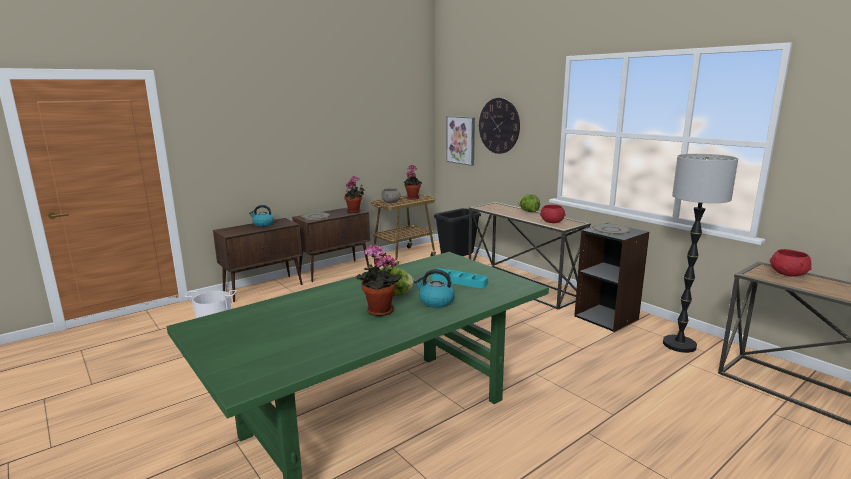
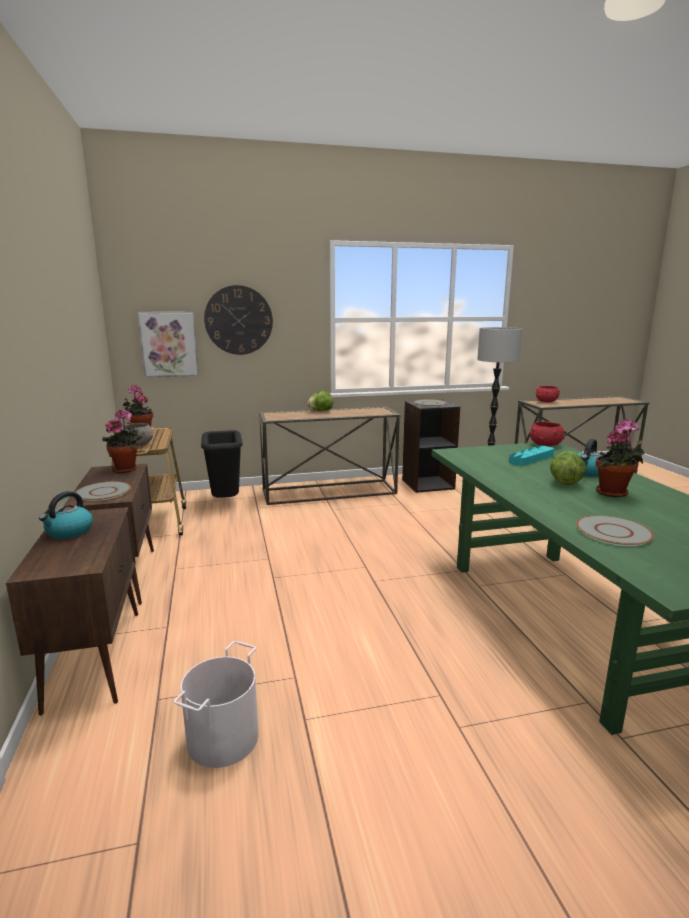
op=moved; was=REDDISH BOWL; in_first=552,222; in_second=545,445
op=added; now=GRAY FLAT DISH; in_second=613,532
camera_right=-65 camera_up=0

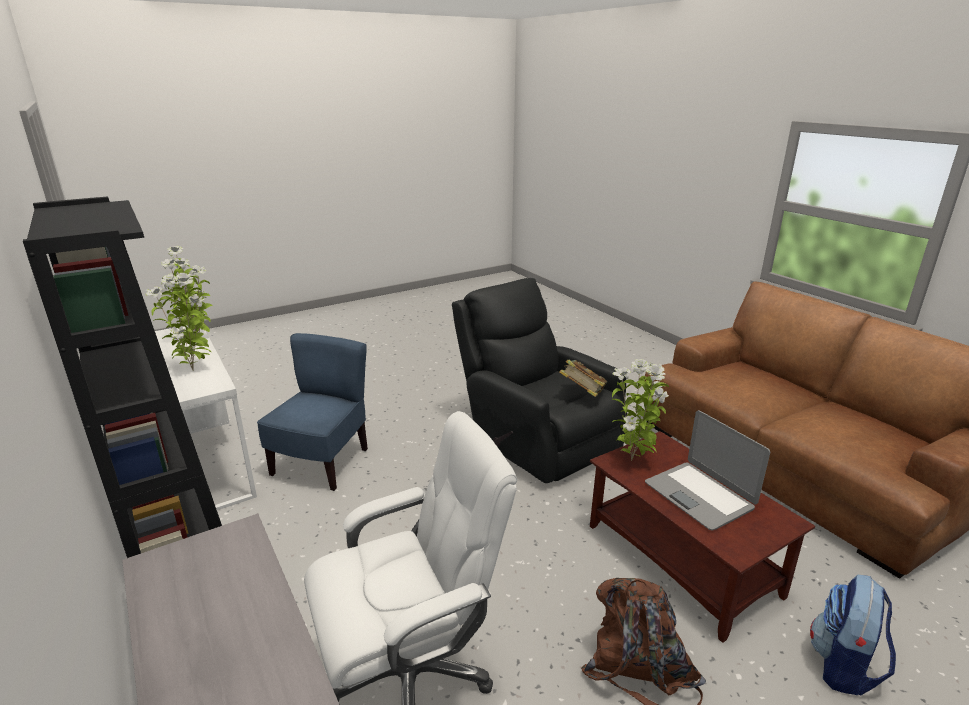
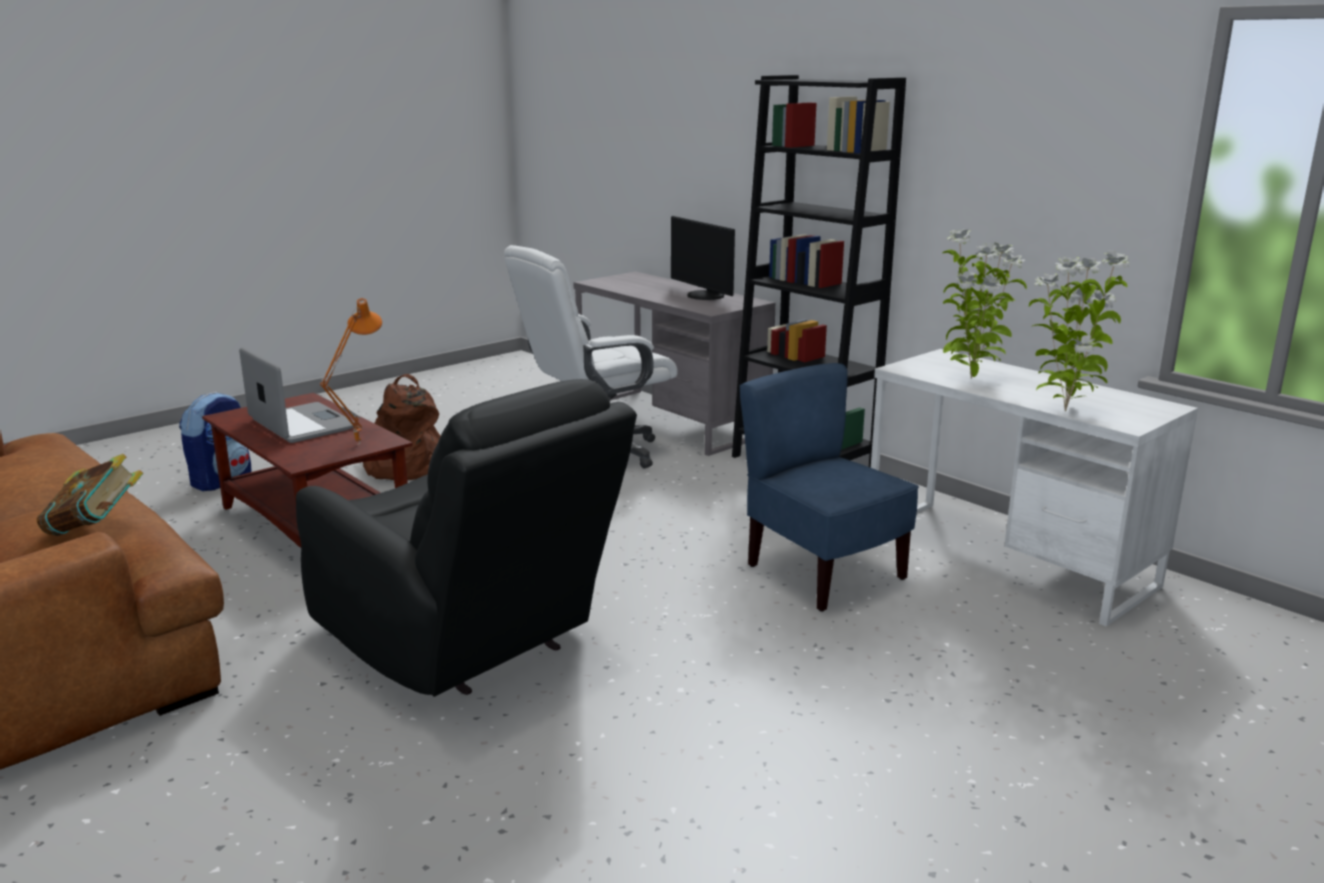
op=moved; was=BOUND BOOK; in_first=582,393; in_second=96,529
op=replaced; was=POTTED PLANT; now=ORANGEY LAMP FOR A TABLE; in_first=633,460; in_second=356,444
op=added; now=COMPUTER SCREEN; in_second=704,296
op=turned; was=BLUE UPRIGHT CHAIR; in_first=322,462; in_second=823,573; clockwise=135
camera_right=170 camera_up=-5

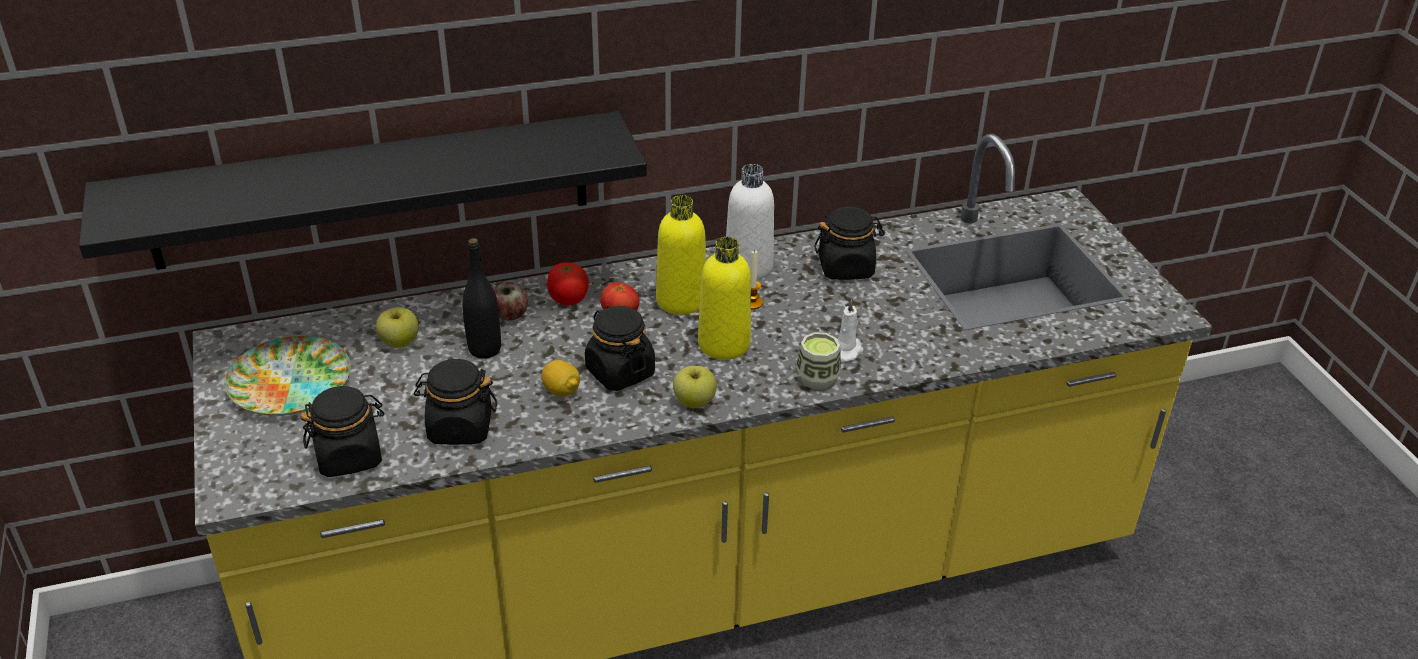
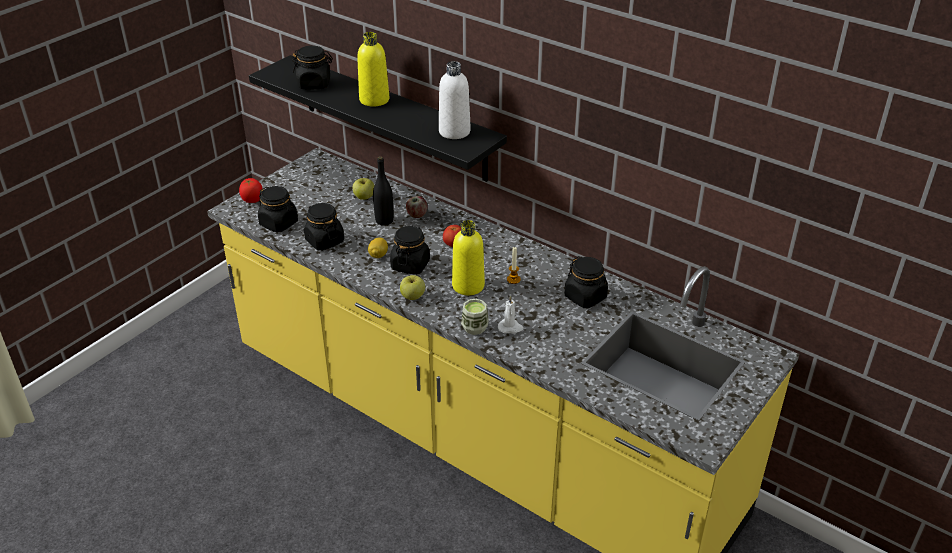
op=moved; was=TOMATO; in_first=568,300; in_second=252,200
op=added; now=BLACKISH JAR; in_second=314,84
op=moved; was=YELLOW-COLOURED DRINK BOTTLE; in_first=681,300; in_second=374,100
op=moved; was=WHITE DRINK BOTTLE; in_first=748,267; in_second=454,132
op=removed; was=FLAT DISH; in_first=291,383
camera_right=55 camera_up=0

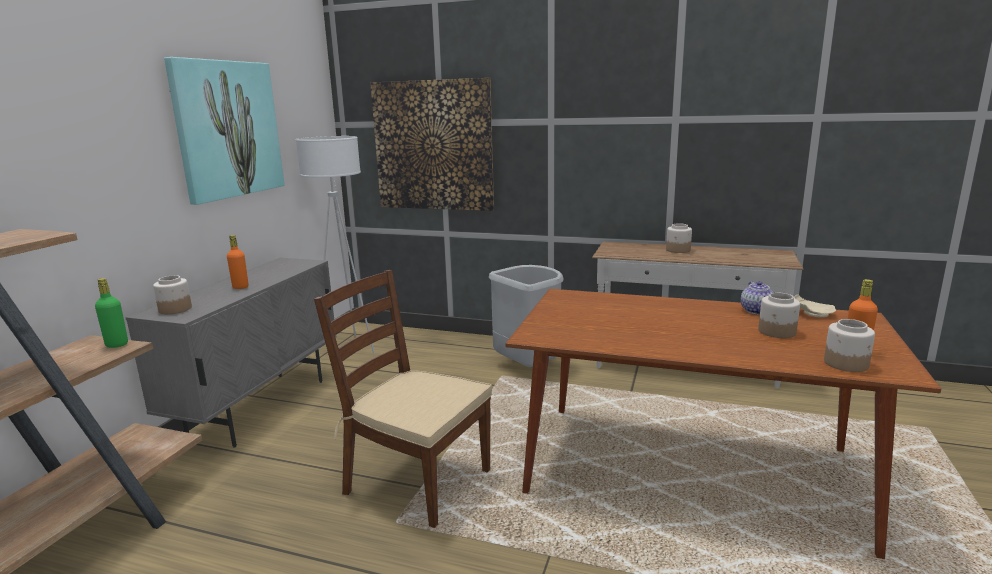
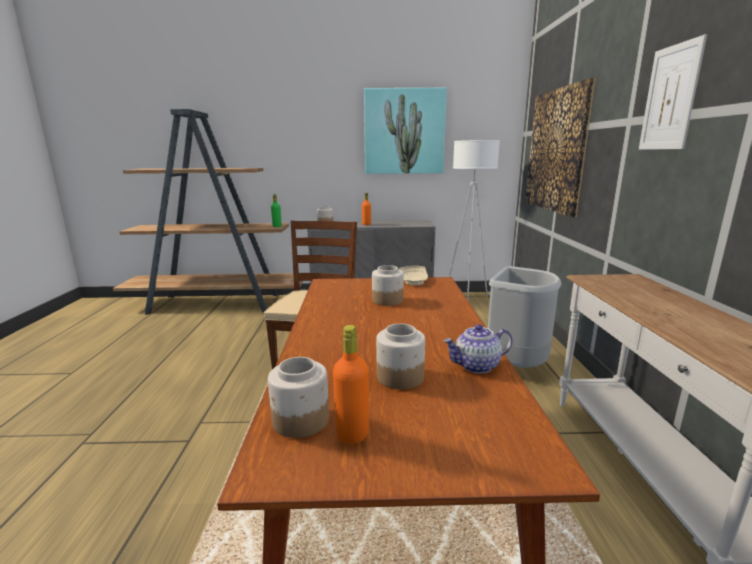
op=moved; was=JAR; in_first=678,250; in_second=387,300
op=moved; was=BEIGE-COLOURED FLAT DISH; in_first=812,313; in_second=414,282
op=added; now=WALL PICTURE; in_second=670,98
camera_right=70 camera_up=0

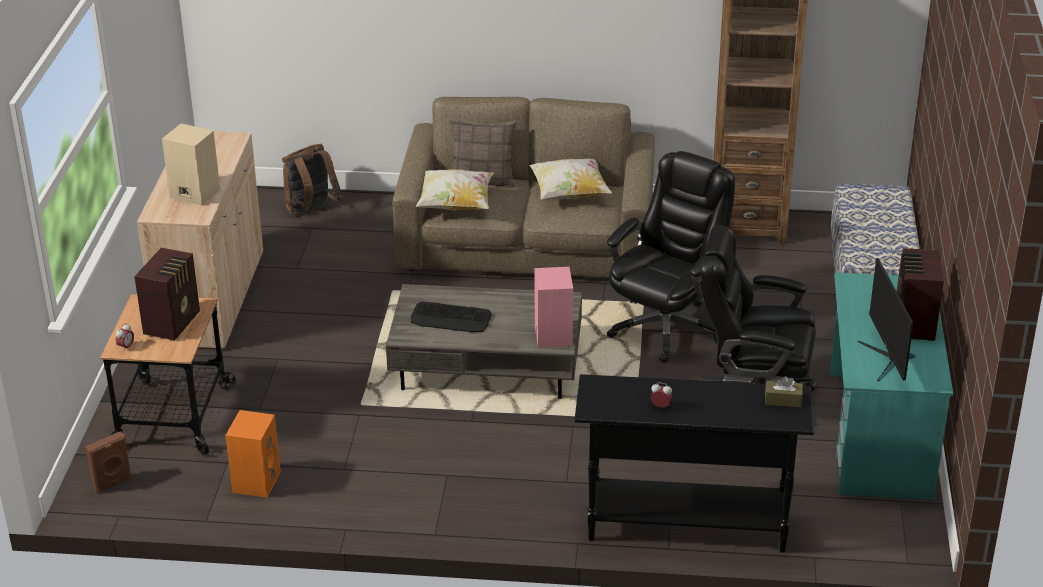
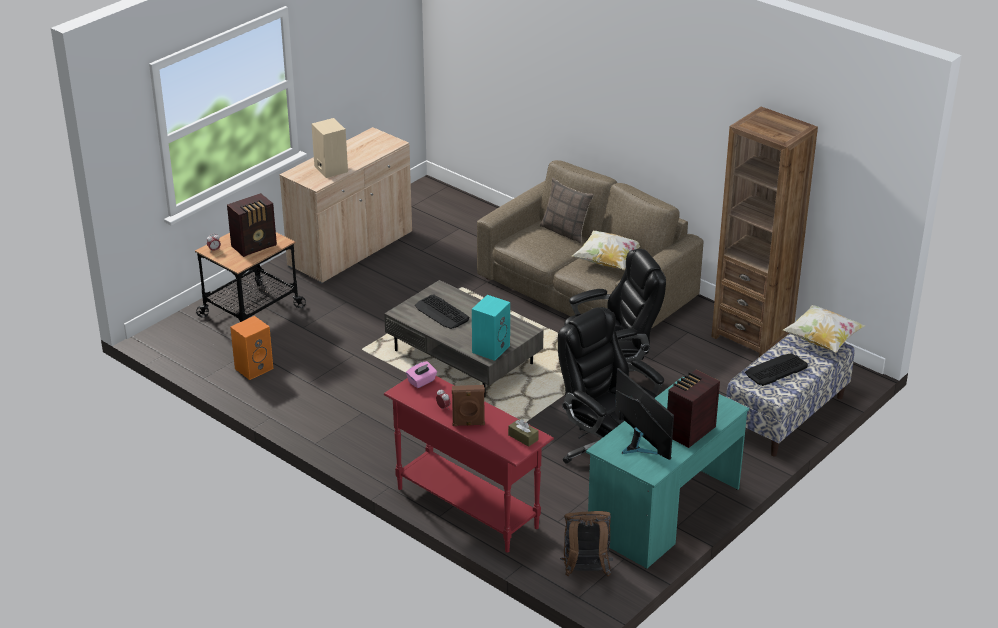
op=recoloured; was=BLACKISH NARROW TABLE; now=REDDISH NARROW TABLE; in_first=686,525; in_second=467,507
op=added; now=PINK-COLOURED TISSUE HOLDER; in_second=422,381
op=moved; was=BROWN LOUDSPEAKER; in_first=113,484; in_second=468,424
op=recoloured; was=PINK-COLOURED LOUDSPEAKER; now=TURQUOISE-COLOURED LOUDSPEAKER; in_first=552,335; in_second=490,348
op=moved; was=BROWN RUCKSACK; in_first=311,212; in_second=585,571
op=turned; was=COMPUTER SCREEN; in_first=888,359; in_second=639,446; clockwise=120
op=added; now=KEYBOARD; in_second=776,370
op=moved; was=CUSHION; in_first=455,205; in_second=822,340
camera_right=35 camera_up=0

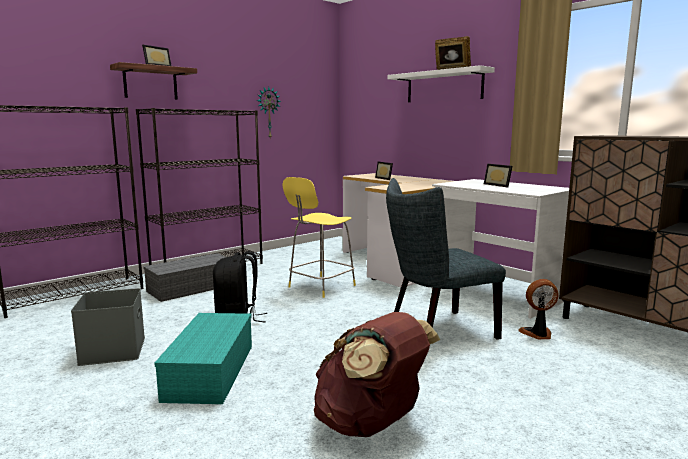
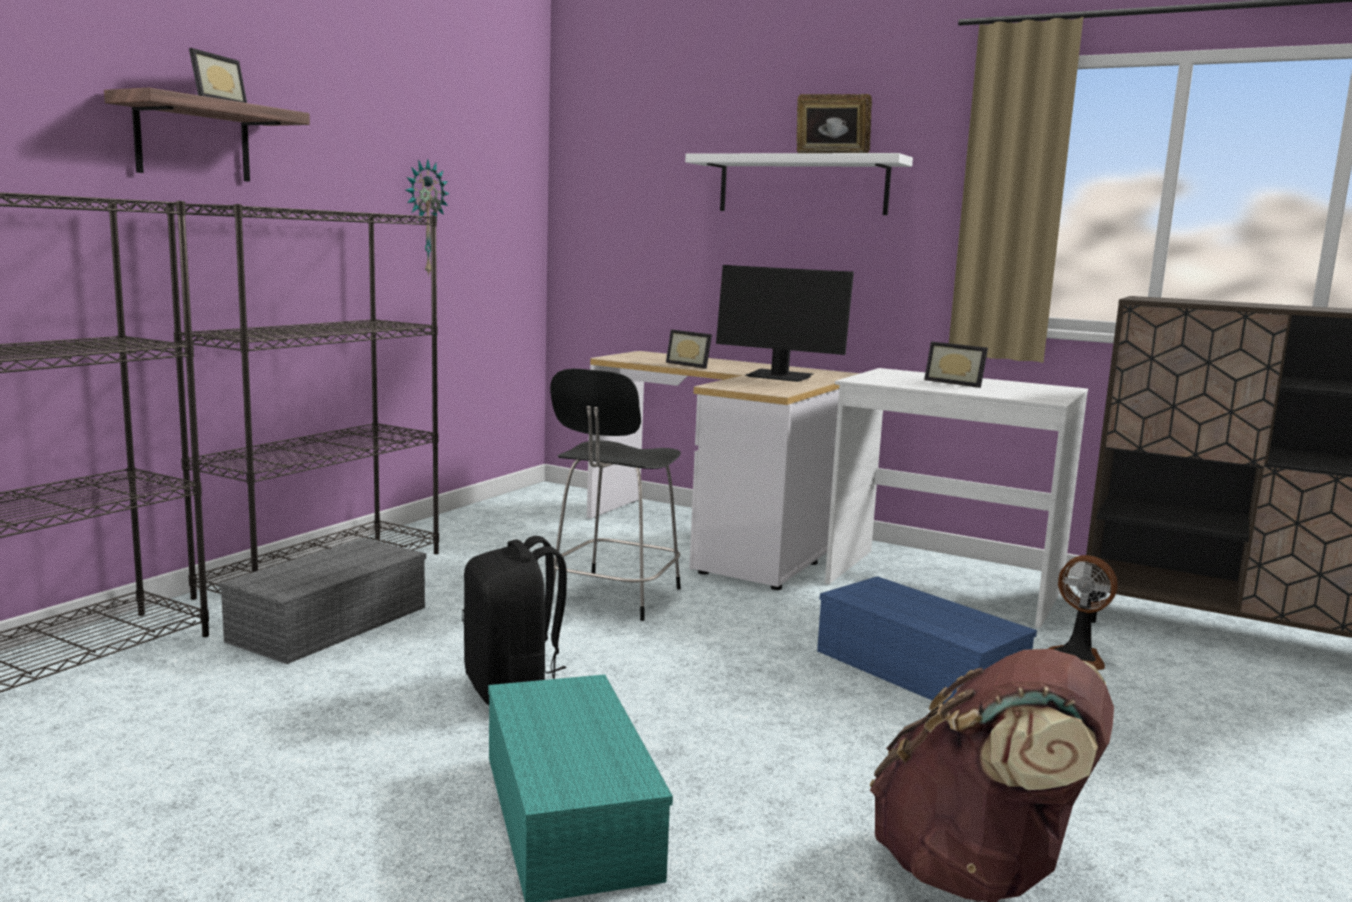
op=recoloured; was=YELLOW-COLOURED SITTING STOOL; now=BLACKISH SITTING STOOL; in_first=320,287; in_second=613,597
op=added; now=COMPUTER SCREEN; in_second=779,377
op=replaced; was=GRAY UPRIGHT CHAIR; now=BLUE STORAGE BIN; in_first=436,331; in_second=914,670
op=turned; was=COOLING FAN; in_first=537,334; in_second=1077,656; clockwise=-120
op=removed; was=GRAY STORAGE BIN; in_first=112,350
camera_right=-20 camera_up=0

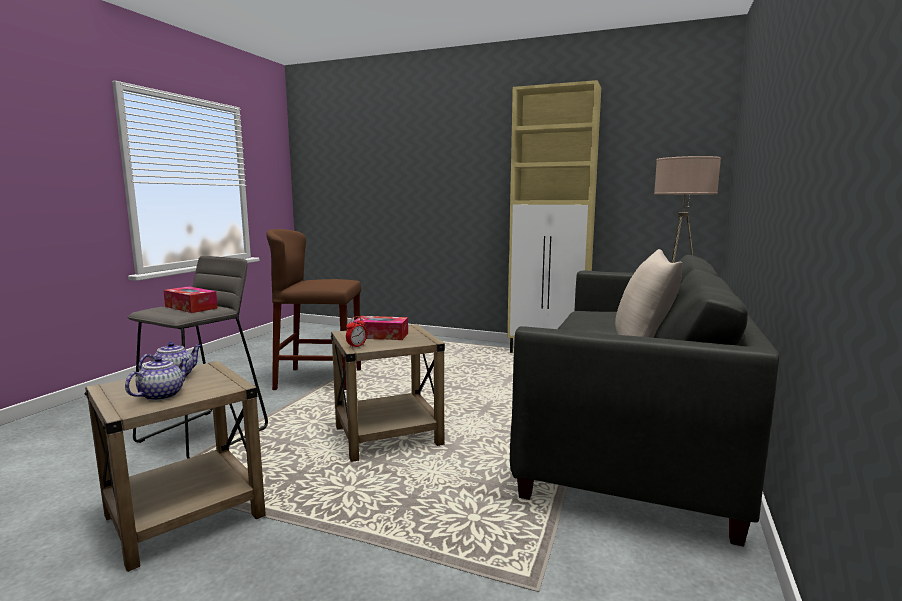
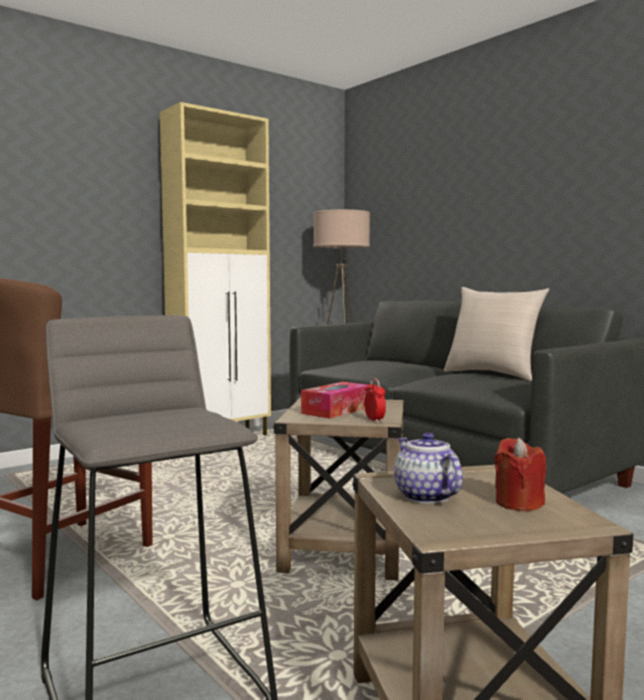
op=replaced; was=POT FOR TEA; now=REDDISH WAX CANDLE; in_first=162,395; in_second=518,503
op=removed; was=TISSUE HOLDER; in_first=191,307
camera_right=-60 camera_up=-5

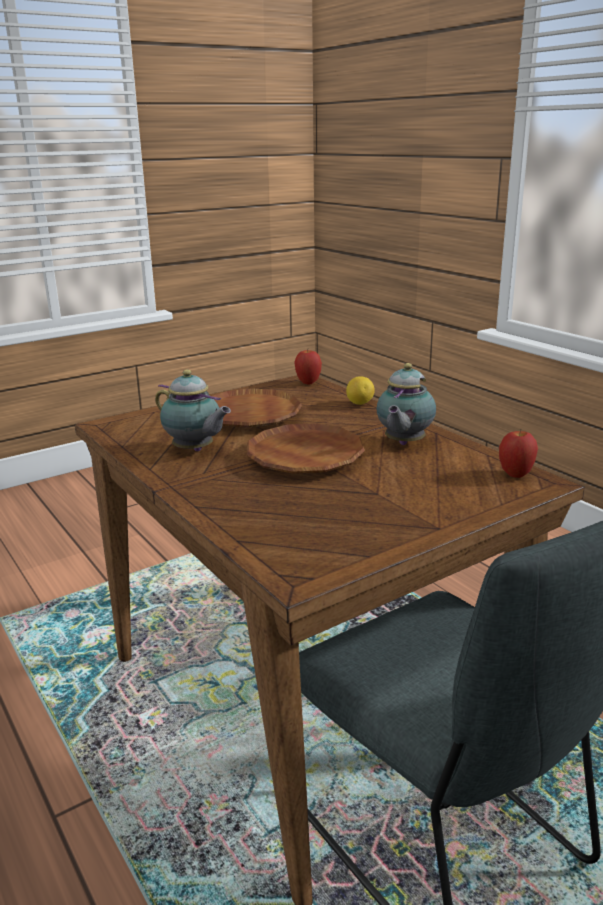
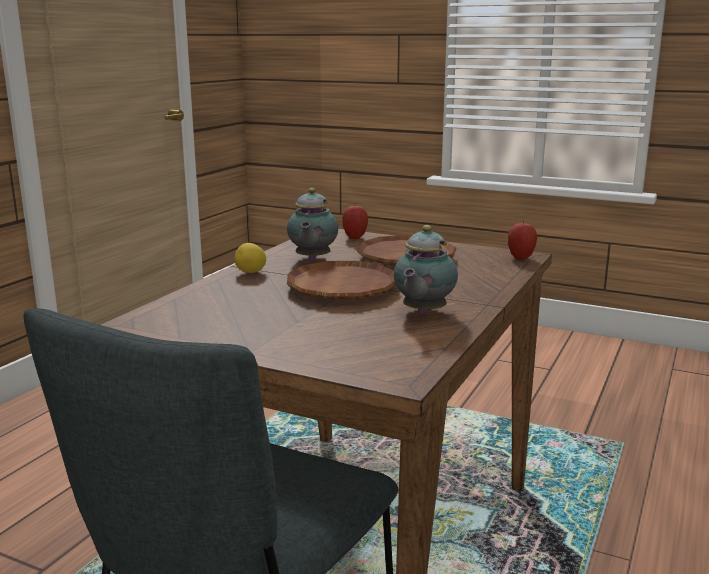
op=moved; was=WHOLE LEMON; in_first=359,404; in_second=251,272
op=moved; was=APPLE FRUIT; in_first=515,474; in_second=355,238
op=turned; was=POT FOR TEA; in_first=403,443; in_second=422,312; clockwise=-60
camera_right=60 camera_up=-5

